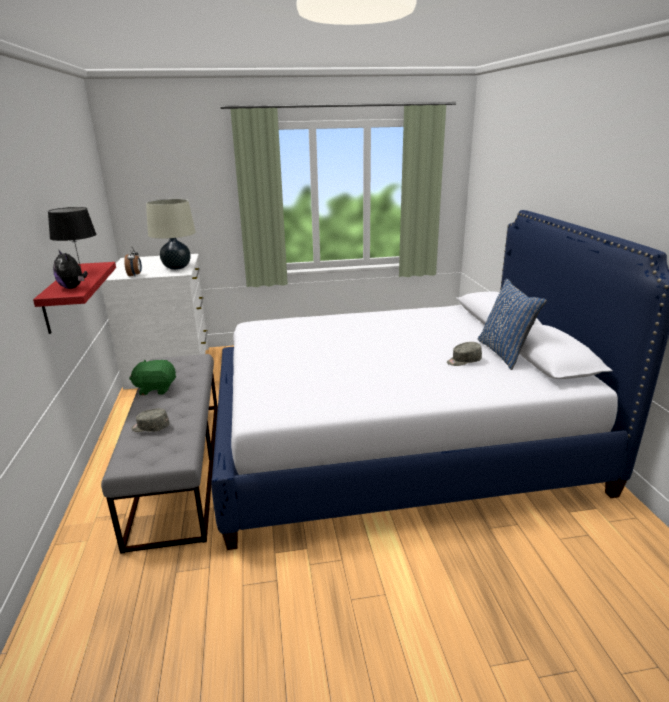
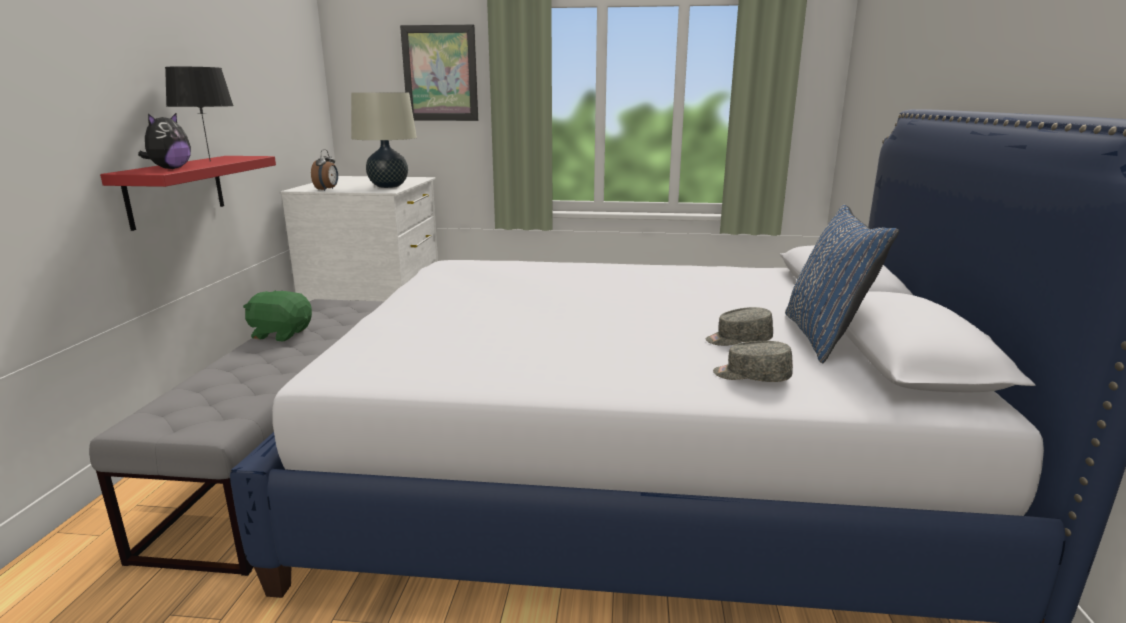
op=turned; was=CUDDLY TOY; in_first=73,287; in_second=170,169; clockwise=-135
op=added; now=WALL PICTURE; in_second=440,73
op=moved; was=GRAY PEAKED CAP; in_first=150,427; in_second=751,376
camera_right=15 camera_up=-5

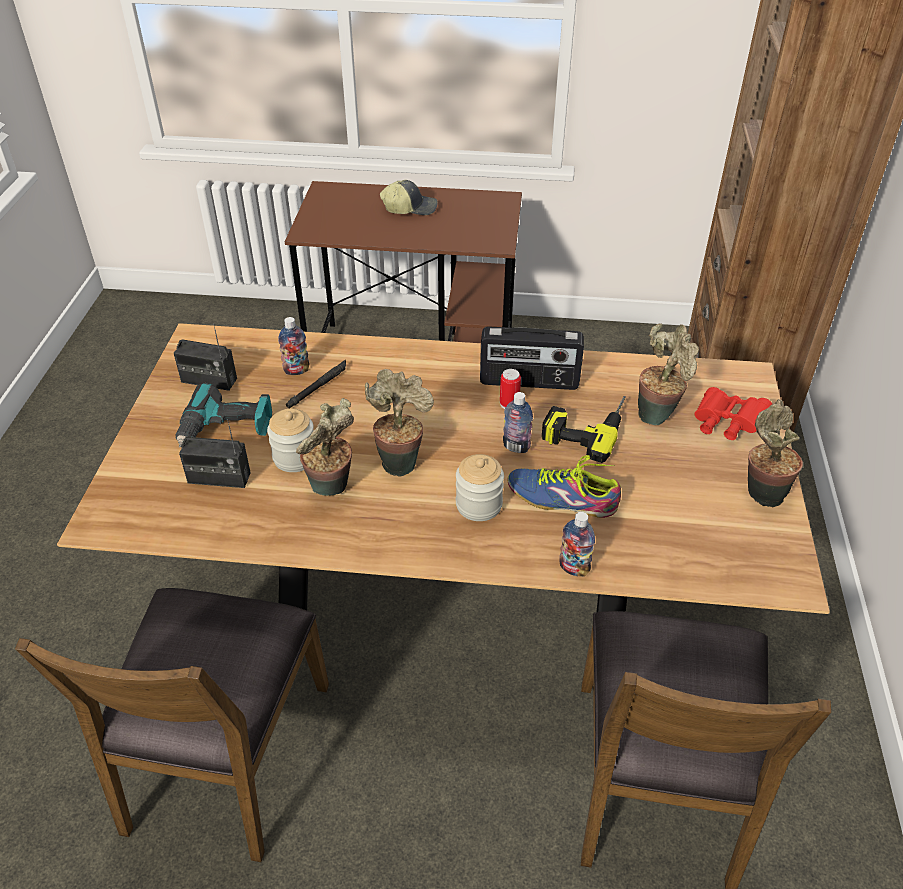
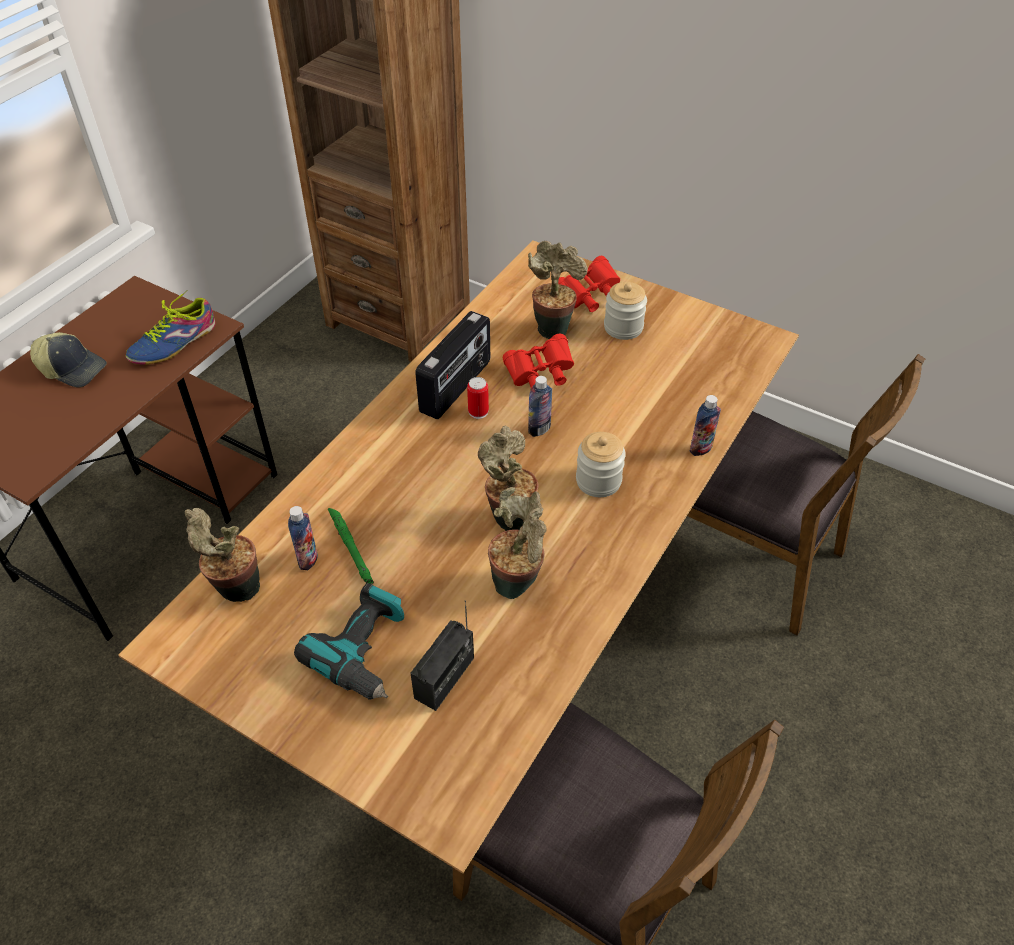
op=turned; was=PEAKED CAP; in_first=410,208; in_second=72,368; clockwise=90
op=moved; was=ITEM OF FOOTWEAR; in_first=562,499; in_second=174,343
op=moved; was=POTTED PLANT; in_first=761,493; in_second=235,589
op=recoloured; was=BLACKISH TORCH; now=GREEN TORCH; in_first=318,387; in_second=350,548
op=replaced; was=POWER DRILL; now=REDDISH BINOCULARS; in_first=585,426; in_second=539,375
op=moved; was=JAR; in_first=295,457; in_second=623,327
op=removed; was=RADIO SET; in_first=209,380
camera_right=-65 camera_up=5

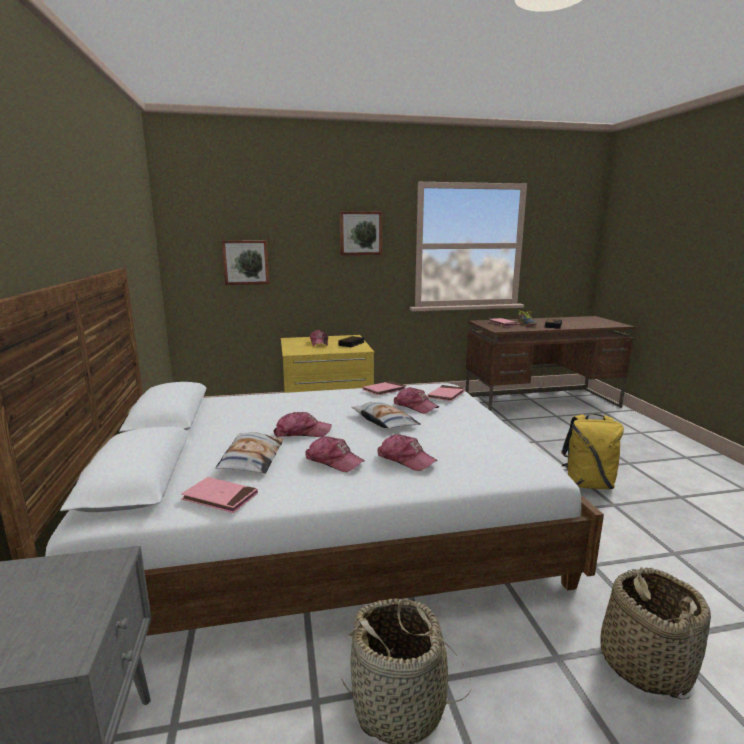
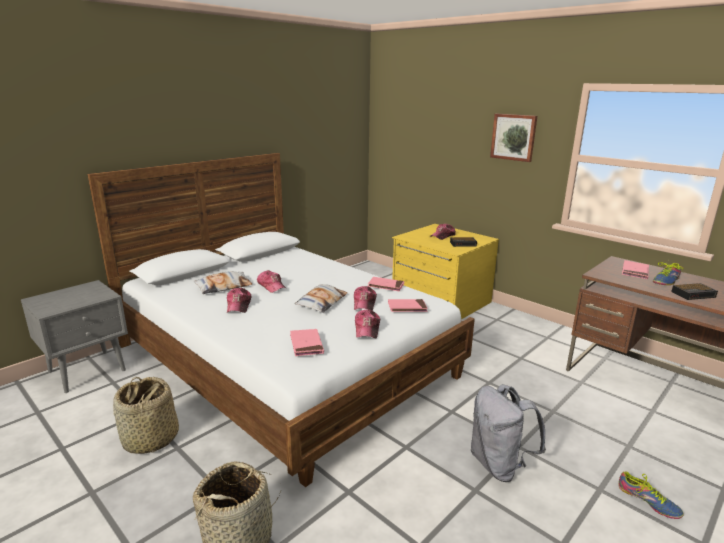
op=moved; was=PINK-COLOURED BOUND BOOK; in_first=220,497; in_second=306,344
op=moved; was=PEAKED CAP; in_first=405,459; in_second=367,329
op=recoloured; was=YELLOW-COLOURED RUCKSACK; now=GRAY RUCKSACK; in_first=587,484; in_second=499,465
op=added; now=ITEM OF FOOTWEAR; in_second=648,501
op=removed; was=WALL PICTURE; in_first=246,262
camera_right=55 camera_up=5

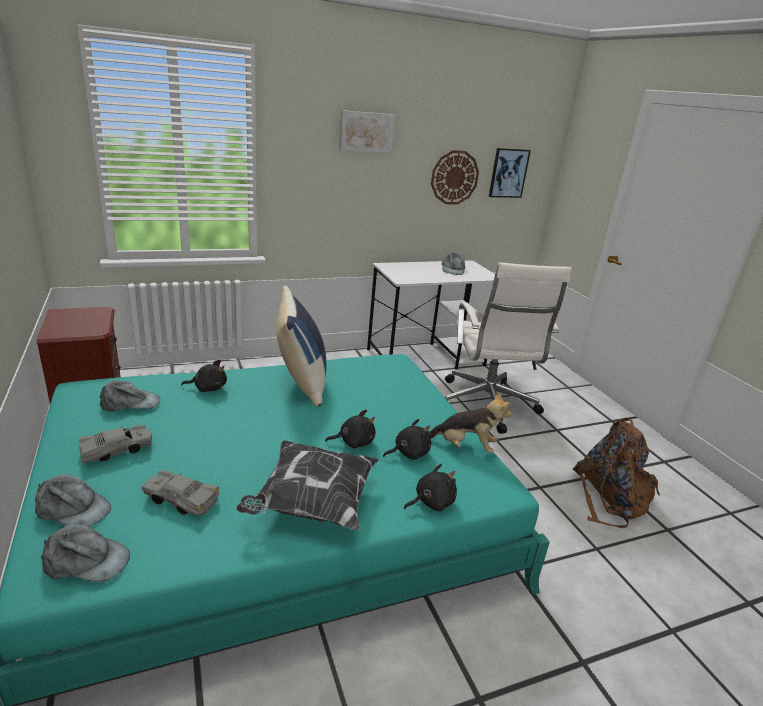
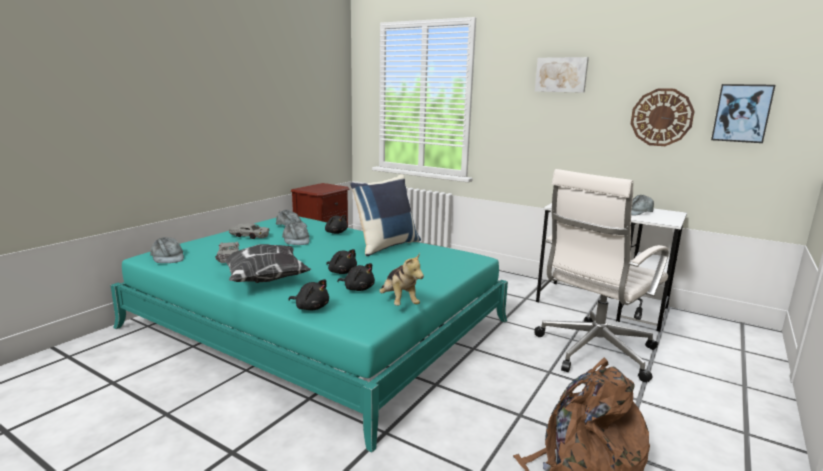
op=moved; was=GRAY PEAKED CAP; in_first=73,509; in_second=296,240
camera_right=55 camera_up=-10

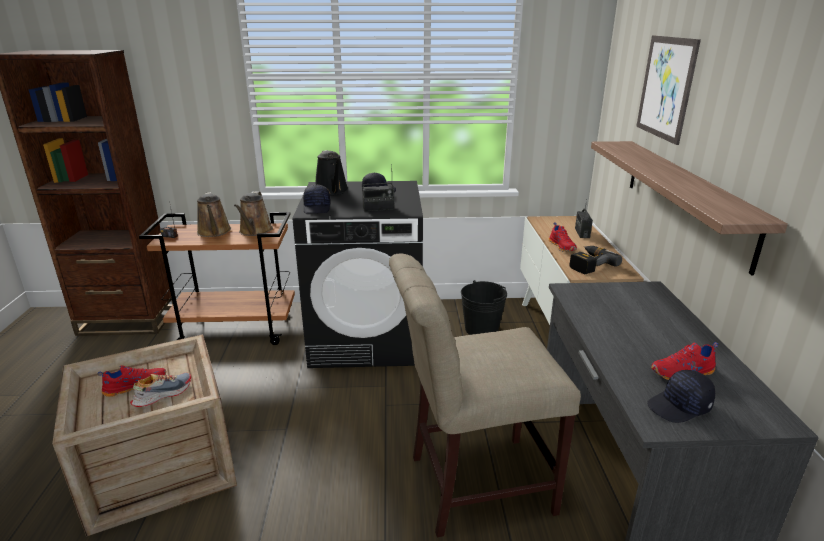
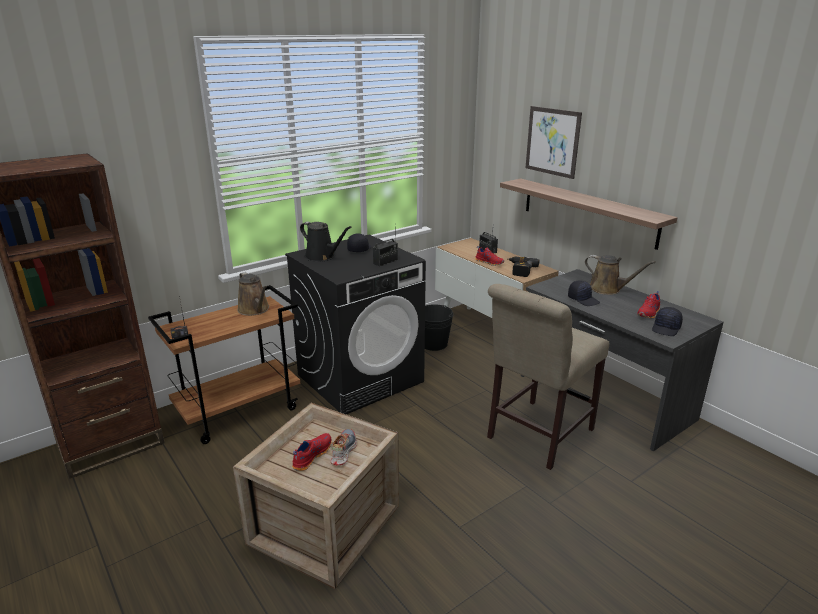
op=moved; was=BLACKISH PEAKED CAP; in_first=317,208; in_second=583,299
op=moved; was=BROWN WATERING POT; in_first=214,232; in_second=608,289
camera_right=-35 camera_up=0

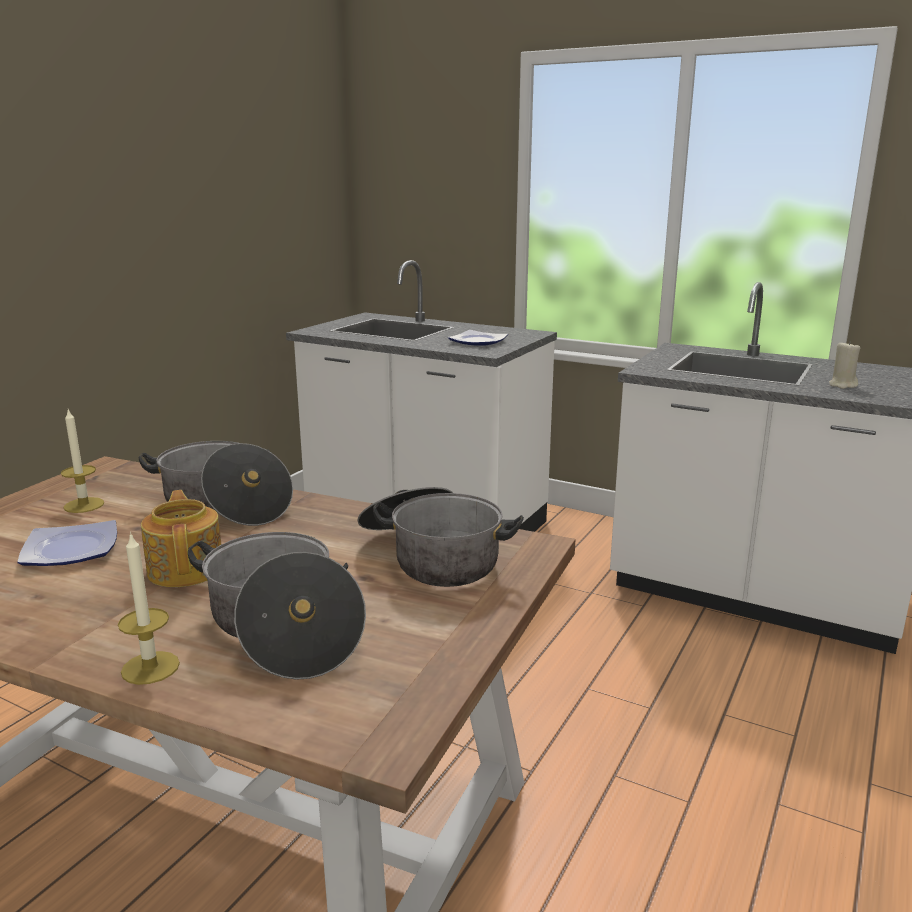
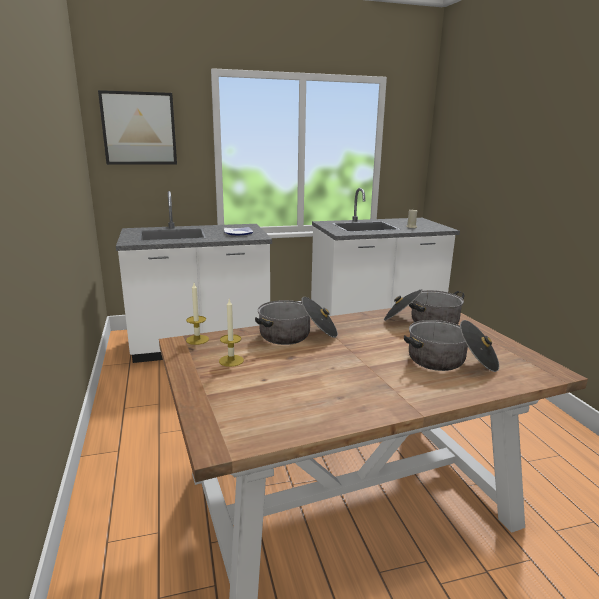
op=added; now=WALL PICTURE; in_second=139,128
op=moved; was=WAX CANDLE; in_first=150,668; in_second=197,339
op=removed; was=FLAT DISH; in_first=69,549
op=removed; was=POT FOR TEA; in_first=187,568
camera_right=-45 camera_up=0

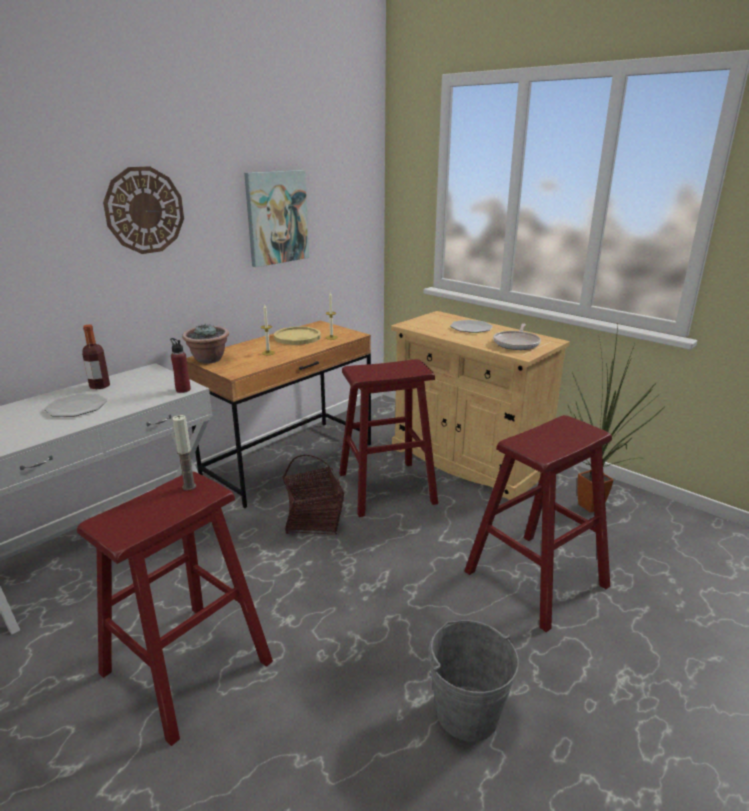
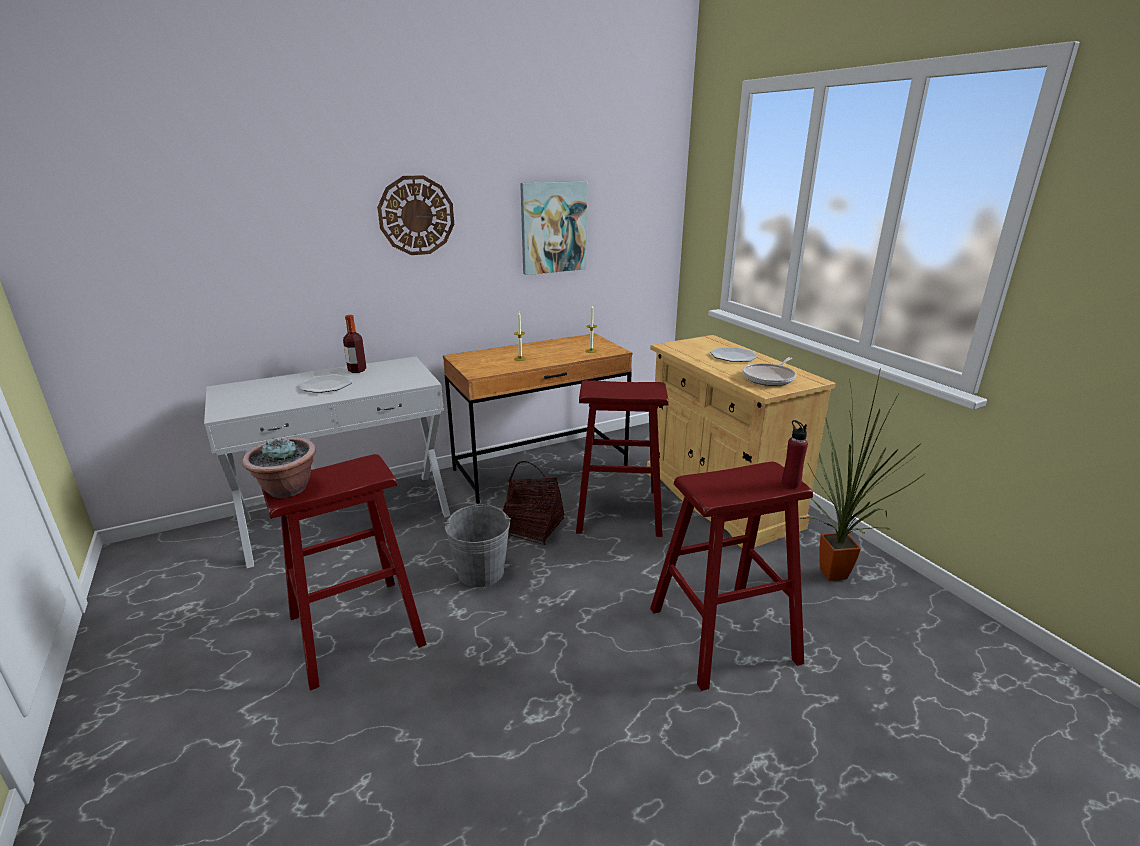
op=moved; was=POTTED PLANT; in_first=209,359; in_second=287,489
op=moved; was=GRAY BUCKET; in_first=467,713; in_second=481,572
op=moved; was=REDDISH DRINK BOTTLE; in_first=183,390; in_second=790,484
op=removed; was=WAX CANDLE; in_first=189,486
op=removed; was=YELLOW-COLOURED FLAT DISH; in_first=297,337
camera_right=20 camera_up=0

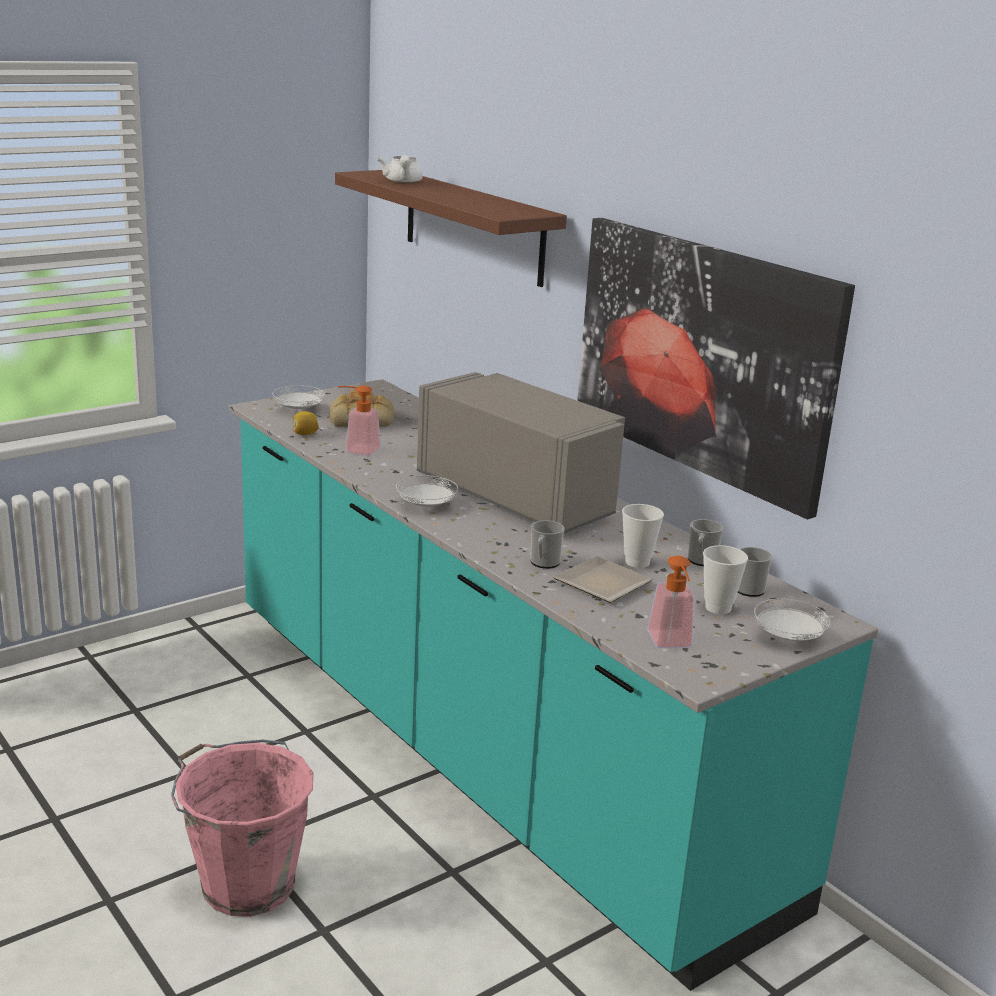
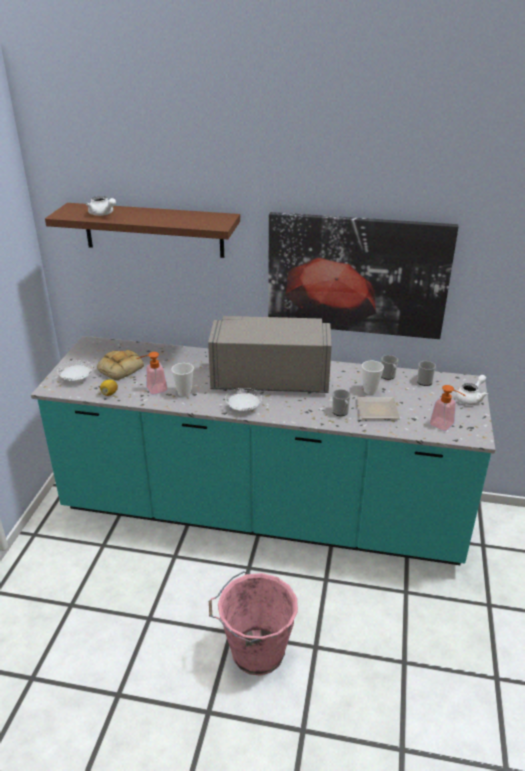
op=moved; was=DRINKING CUP; in_first=718,608; in_second=184,393
op=replaced; was=WHITE FLAT DISH; now=WHITE POT FOR TEA; in_first=788,638; in_second=470,398
camera_right=-40 camera_up=10

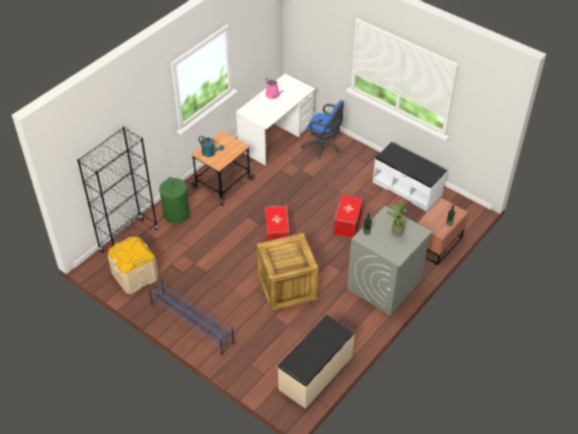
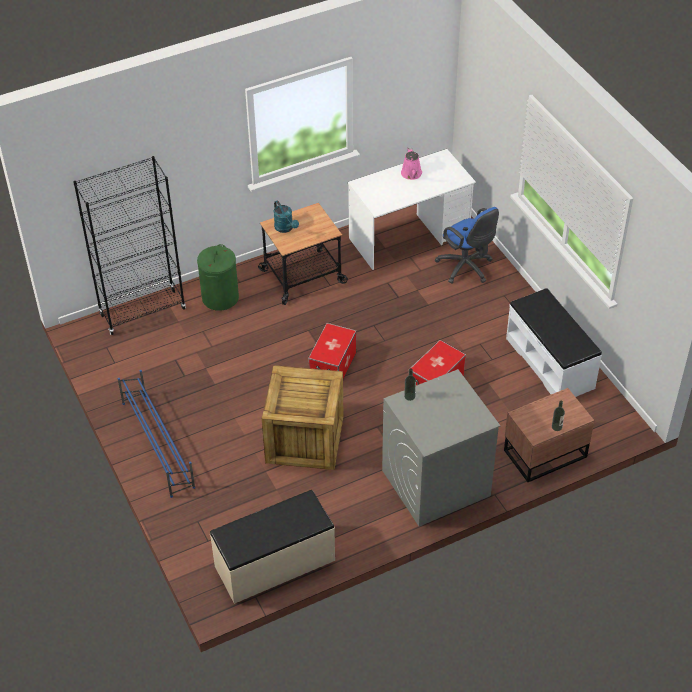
op=removed; was=BEIGE-COLOURED STORAGE BIN; in_first=135,276
op=removed; was=POTTED PLANT; in_first=395,232
camera_right=25 camera_up=0

